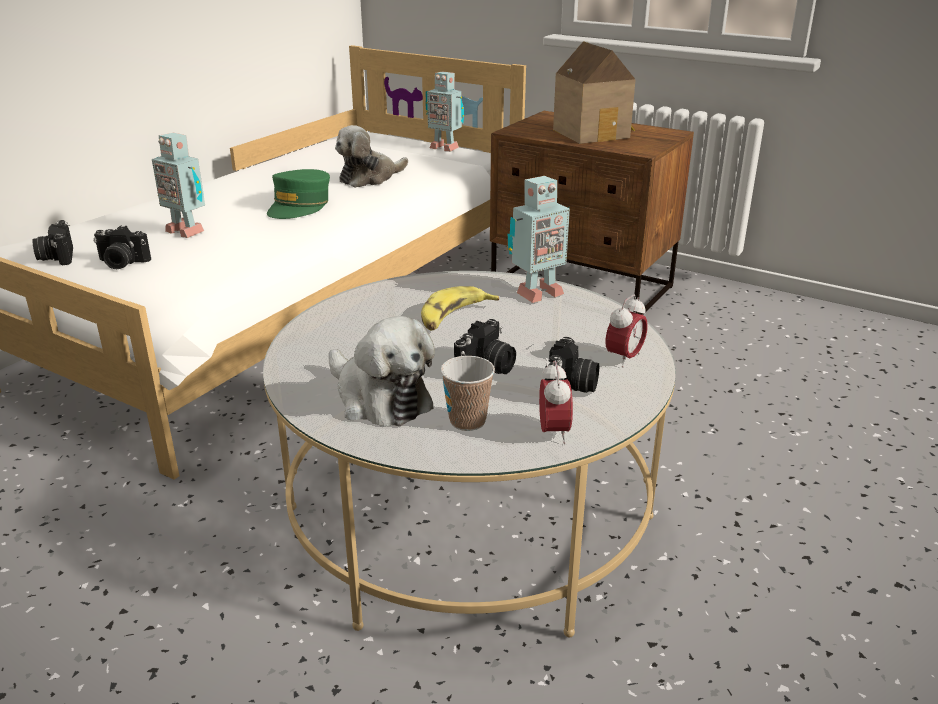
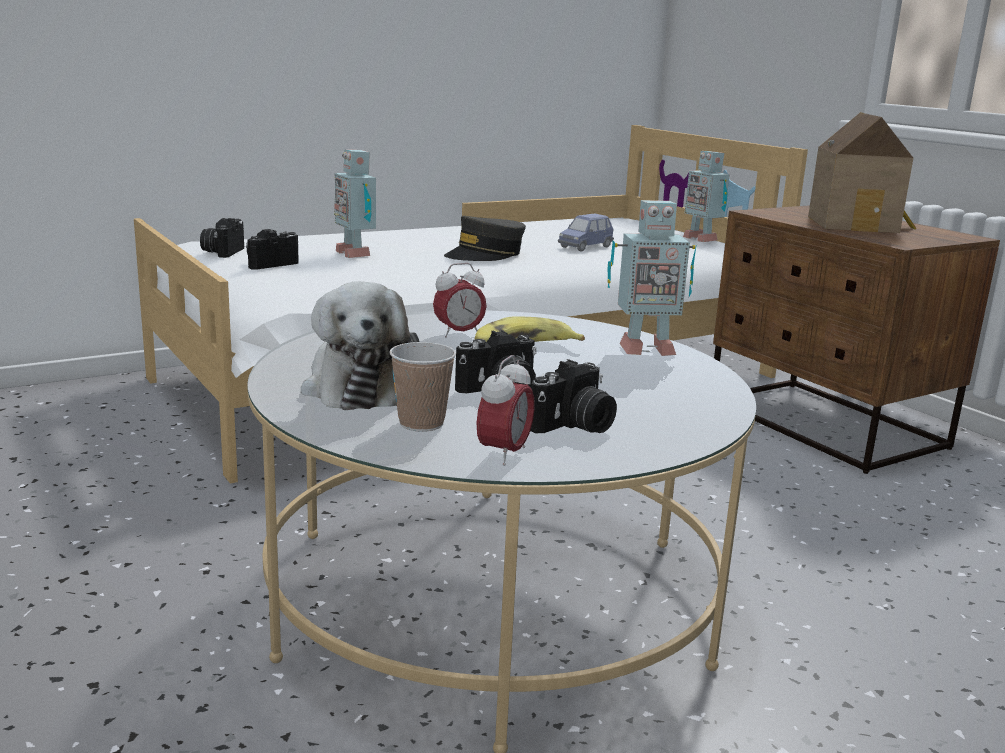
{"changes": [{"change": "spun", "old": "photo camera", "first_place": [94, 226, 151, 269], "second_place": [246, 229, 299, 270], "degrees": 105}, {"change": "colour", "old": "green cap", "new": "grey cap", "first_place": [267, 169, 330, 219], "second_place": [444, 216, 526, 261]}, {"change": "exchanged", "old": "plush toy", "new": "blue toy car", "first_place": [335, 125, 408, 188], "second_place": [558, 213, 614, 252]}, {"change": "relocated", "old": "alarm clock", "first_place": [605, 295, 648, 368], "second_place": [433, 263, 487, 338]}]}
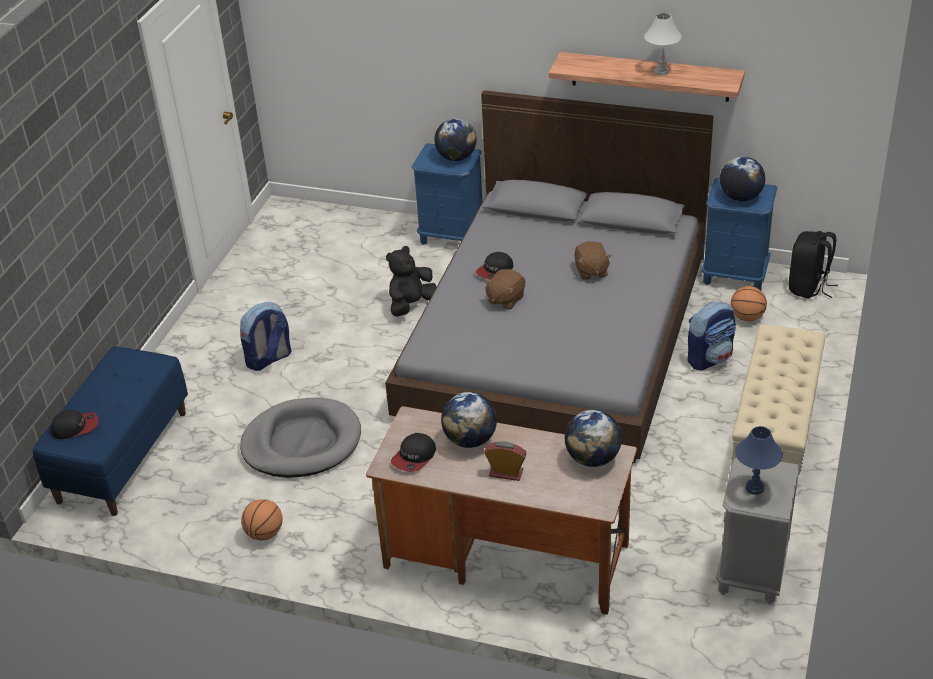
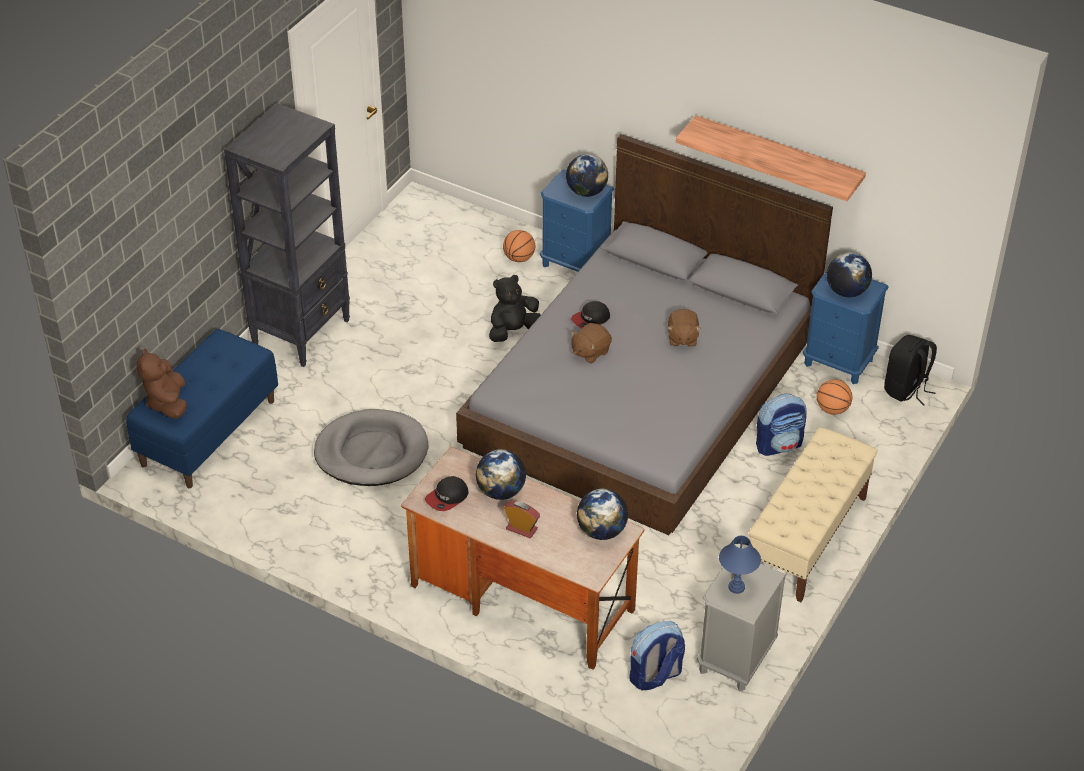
{"changes": [{"change": "exchanged", "old": "cap", "new": "brown plush toy", "first_place": [51, 410, 98, 439], "second_place": [137, 348, 187, 419]}, {"change": "relocated", "old": "backpack", "first_place": [240, 302, 291, 371], "second_place": [629, 621, 685, 691]}, {"change": "relocated", "old": "basketball", "first_place": [241, 499, 283, 540], "second_place": [503, 230, 535, 262]}, {"change": "missing", "old": "white table lamp", "first_place": [644, 13, 682, 76]}, {"change": "appeared", "new": "black bookcase", "second_place": [224, 103, 350, 367]}]}
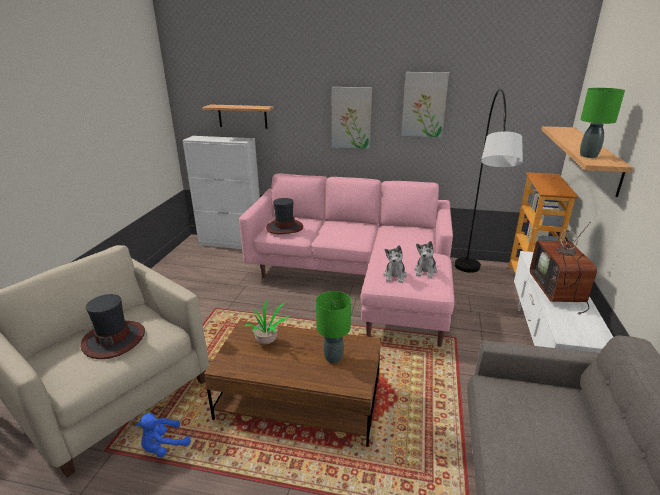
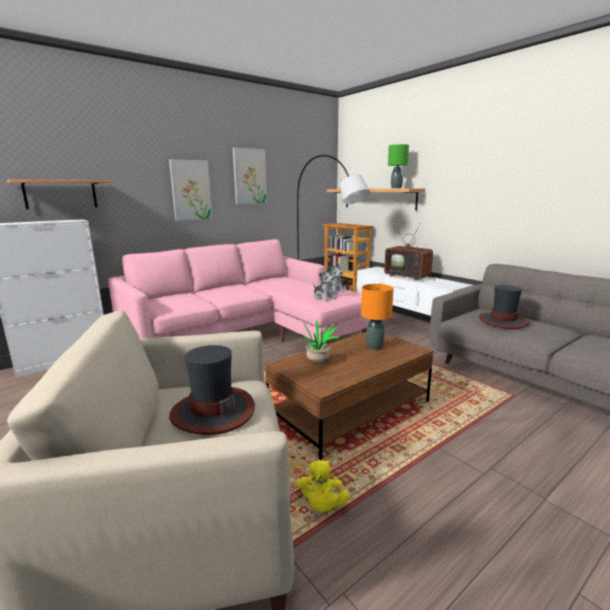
{"changes": [{"change": "colour", "old": "blue plush toy", "new": "yellow plush toy", "first_place": [136, 413, 191, 457], "second_place": [296, 460, 350, 512]}, {"change": "relocated", "old": "hat", "first_place": [266, 198, 303, 234], "second_place": [479, 285, 530, 329]}, {"change": "colour", "old": "green table lamp", "new": "orange table lamp", "first_place": [316, 291, 351, 363], "second_place": [361, 284, 394, 350]}]}
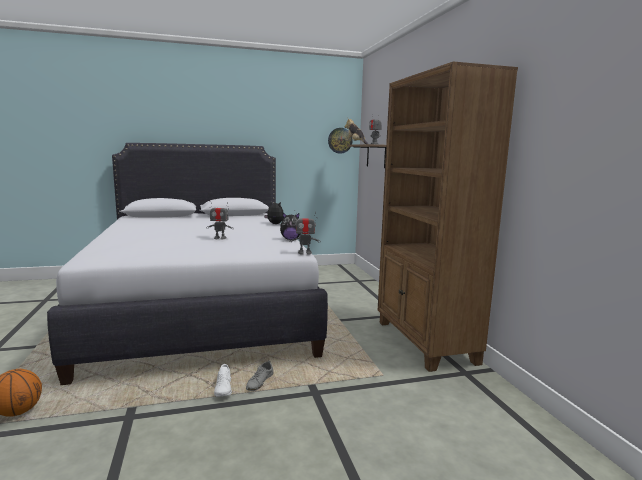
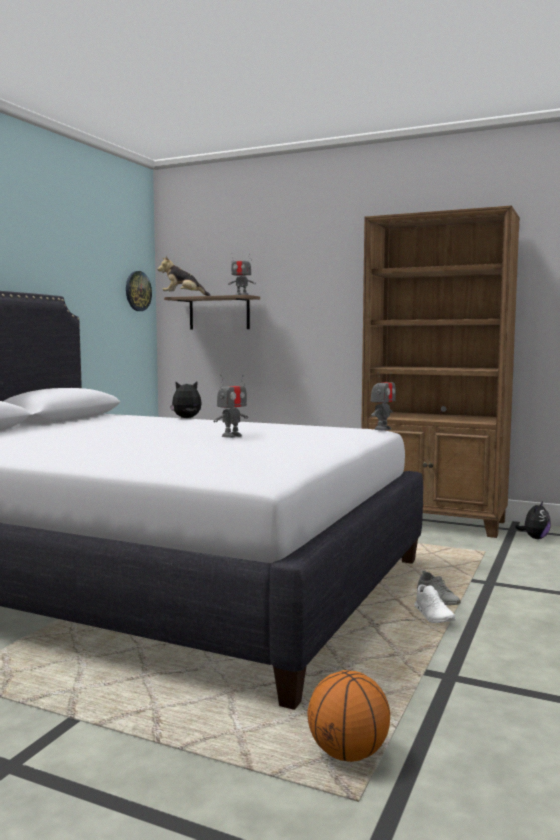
{"changes": [{"change": "spun", "old": "white shoe", "first_place": [214, 364, 232, 397], "second_place": [414, 584, 456, 623], "degrees": 45}, {"change": "relocated", "old": "plush toy", "first_place": [280, 213, 300, 240], "second_place": [515, 502, 551, 539]}]}
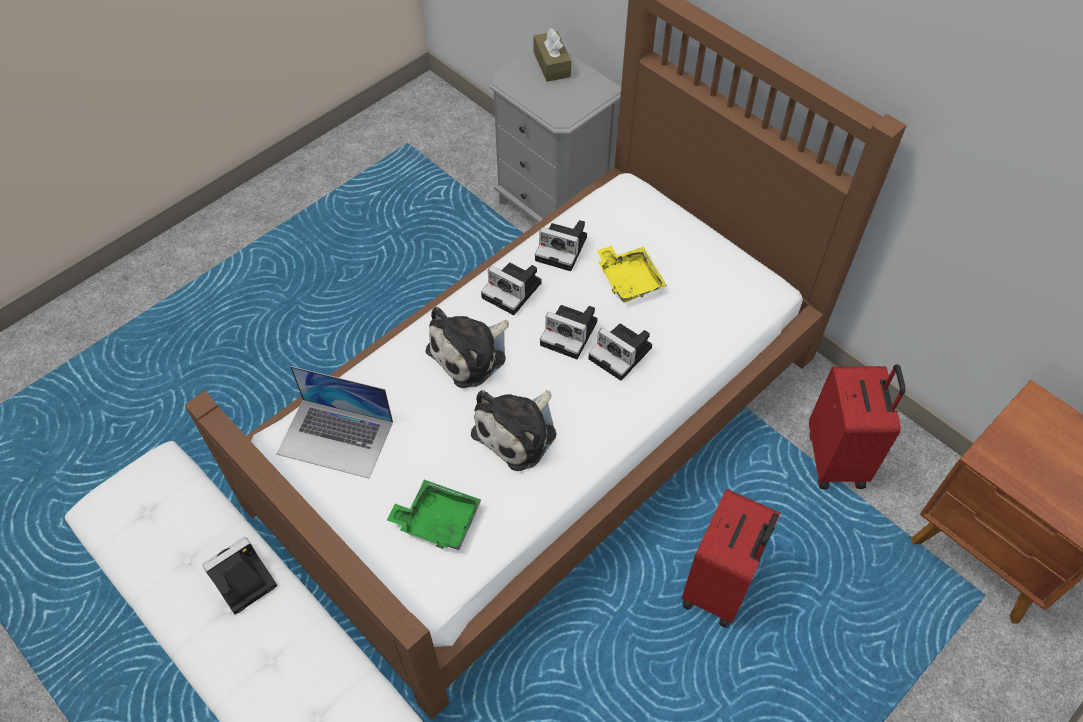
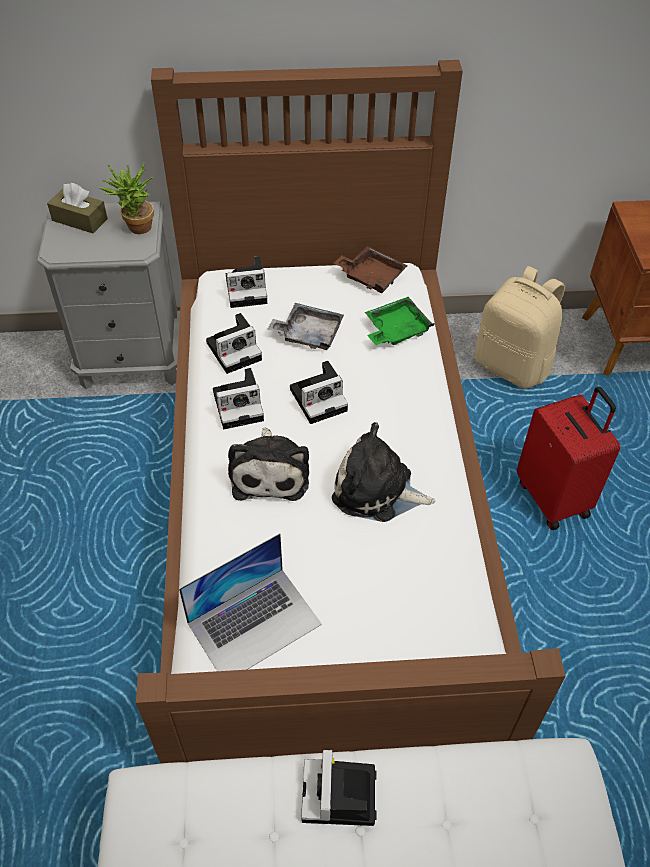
{"changes": [{"change": "relocated", "old": "green tray", "first_place": [387, 480, 481, 550], "second_place": [365, 297, 434, 345]}, {"change": "spun", "old": "plush toy", "first_place": [471, 390, 556, 471], "second_place": [332, 422, 435, 522], "degrees": 120}, {"change": "relocated", "old": "photo camera", "first_place": [588, 324, 652, 381], "second_place": [226, 256, 267, 308]}, {"change": "colour", "old": "yellow tray", "new": "grey tray", "first_place": [597, 246, 667, 303], "second_place": [267, 303, 344, 350]}, {"change": "exchanged", "old": "red suitcase", "new": "beige backpack", "first_place": [809, 364, 906, 489], "second_place": [475, 266, 565, 389]}, {"change": "appeared", "new": "potted plant", "second_place": [99, 162, 154, 234]}, {"change": "appeared", "new": "brown tray", "second_place": [334, 246, 408, 293]}]}
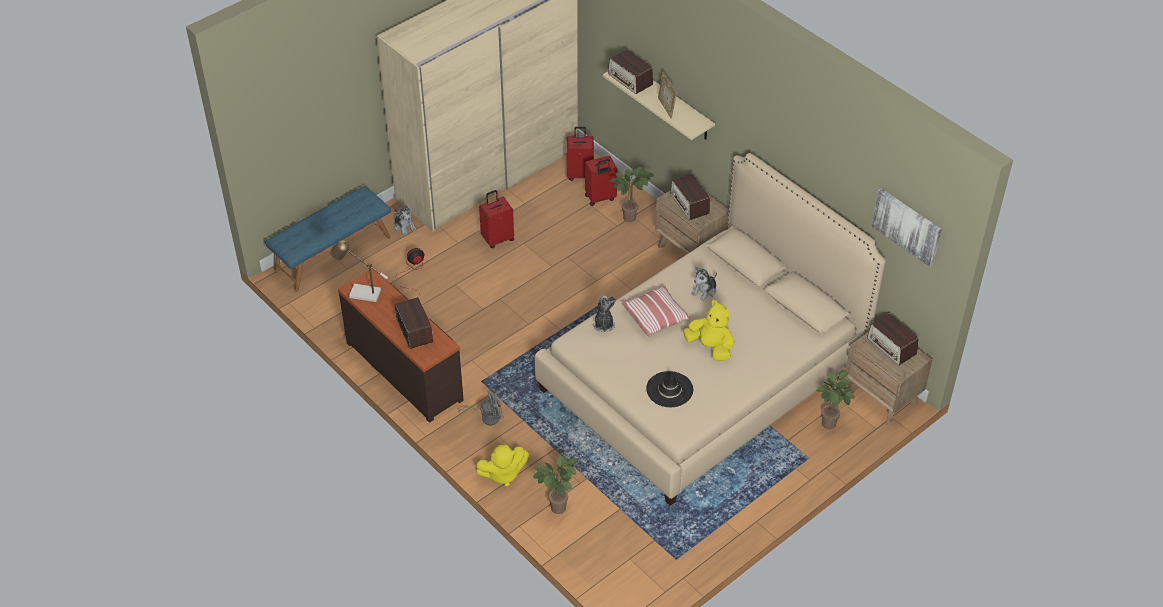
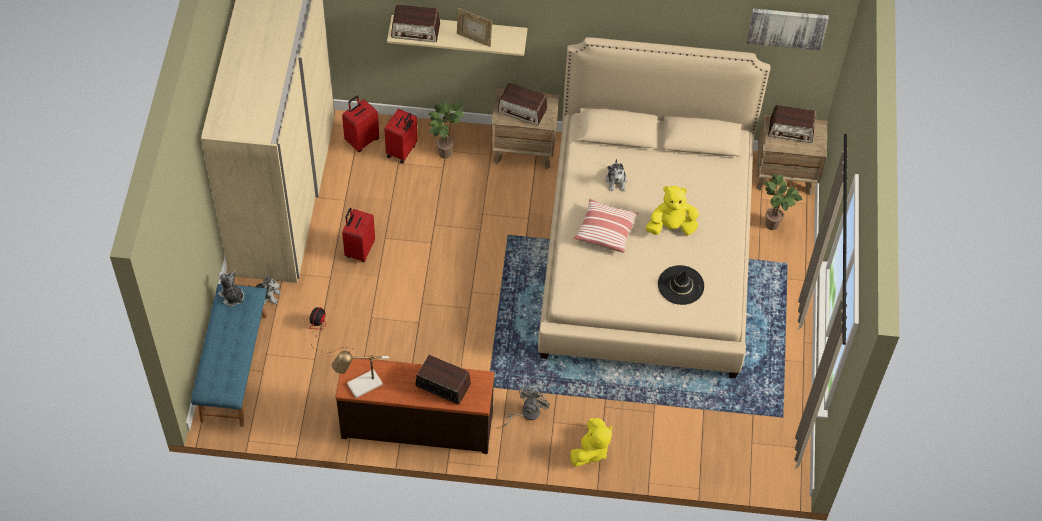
{"changes": [{"change": "missing", "old": "potted plant", "first_place": [533, 455, 579, 514]}, {"change": "relocated", "old": "plush toy", "first_place": [593, 295, 615, 332], "second_place": [218, 271, 244, 306]}]}
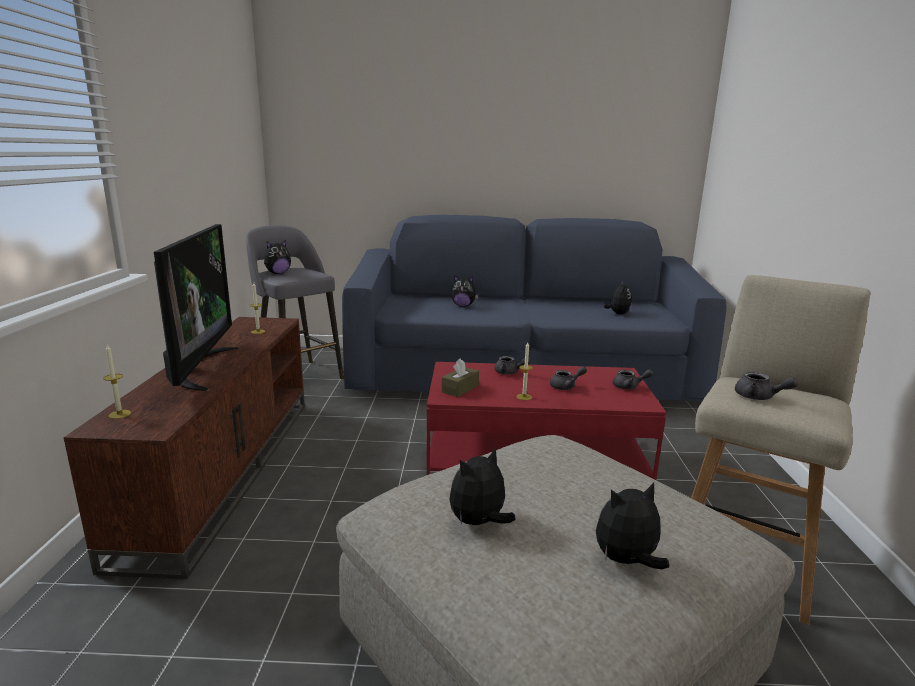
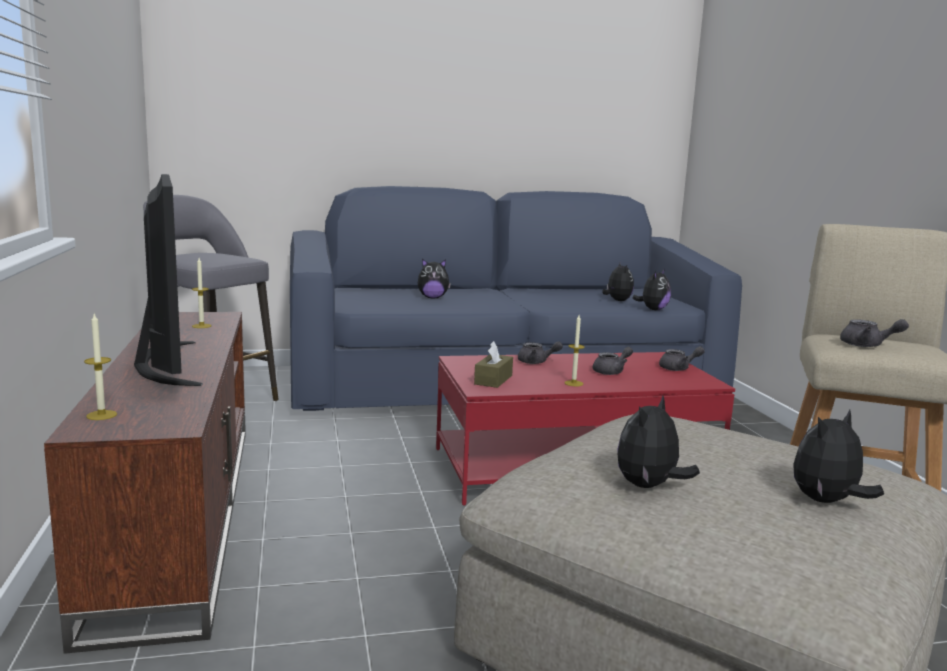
{"changes": [{"change": "relocated", "old": "plush toy", "first_place": [264, 240, 291, 274], "second_place": [633, 269, 671, 310]}]}
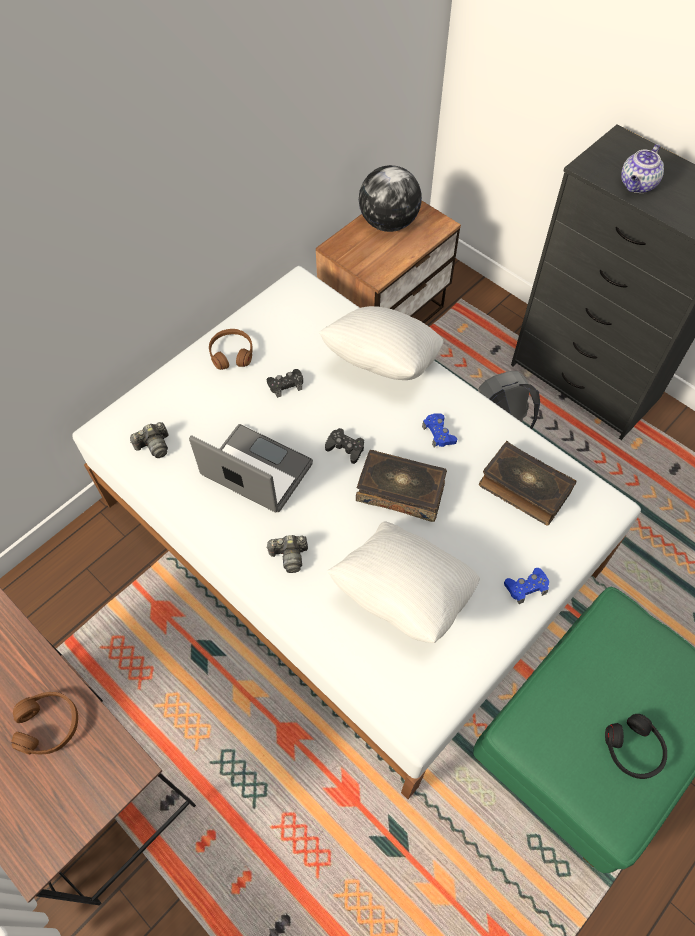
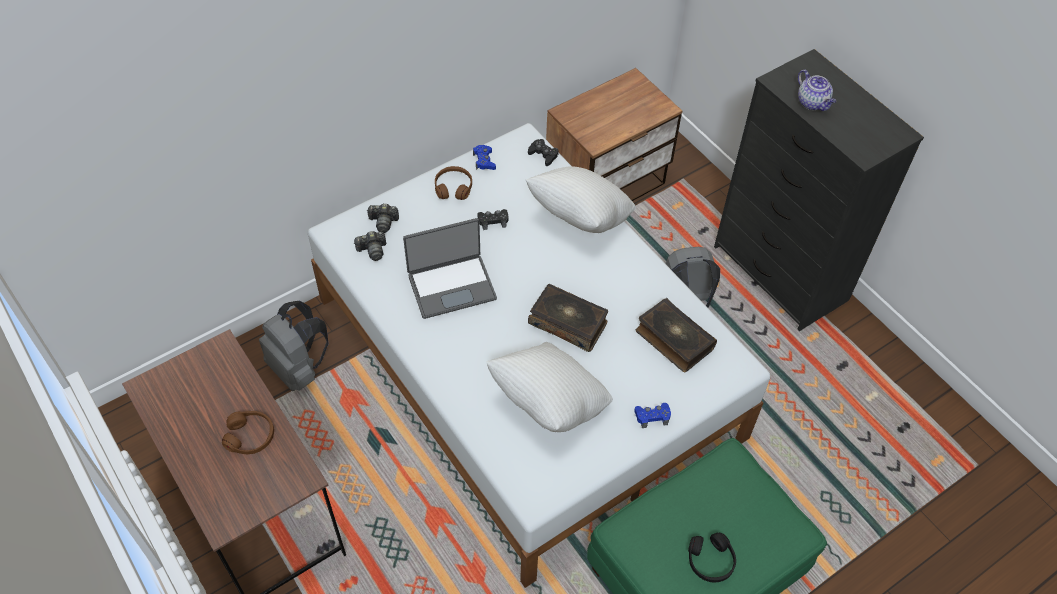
{"changes": [{"change": "spun", "old": "laptop", "first_place": [189, 424, 313, 513], "second_place": [403, 218, 497, 319], "degrees": 120}, {"change": "relocated", "old": "photo camera", "first_place": [266, 535, 308, 573], "second_place": [367, 204, 399, 233]}, {"change": "relocated", "old": "black game controller", "first_place": [325, 428, 364, 464], "second_place": [528, 139, 559, 166]}, {"change": "missing", "old": "globe", "first_place": [359, 165, 422, 232]}, {"change": "relocated", "old": "blue game controller", "first_place": [422, 413, 457, 448], "second_place": [473, 145, 496, 170]}, {"change": "spun", "old": "teapot", "first_place": [621, 144, 664, 193], "second_place": [798, 70, 836, 111], "degrees": -75}, {"change": "appeared", "new": "grey backpack", "second_place": [259, 301, 328, 391]}]}
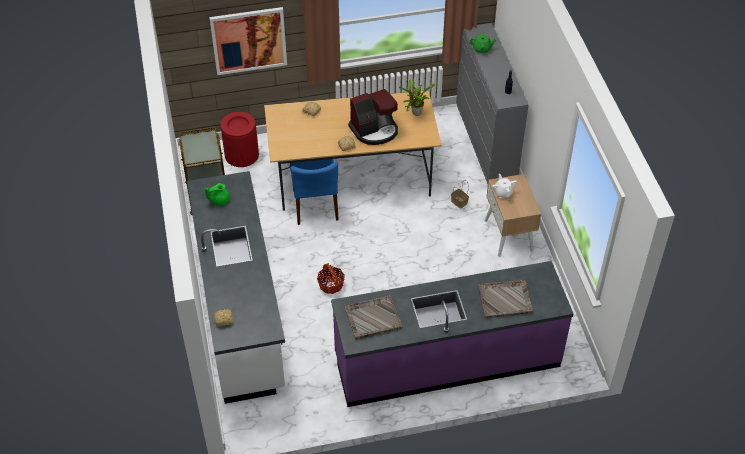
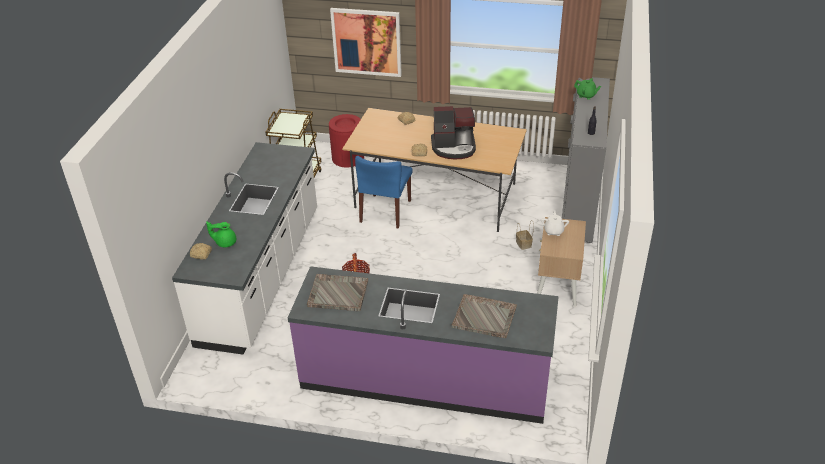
{"changes": [{"change": "relocated", "old": "green teapot", "first_place": [205, 183, 230, 206], "second_place": [206, 221, 236, 247]}, {"change": "missing", "old": "potted plant", "first_place": [399, 79, 435, 116]}]}
